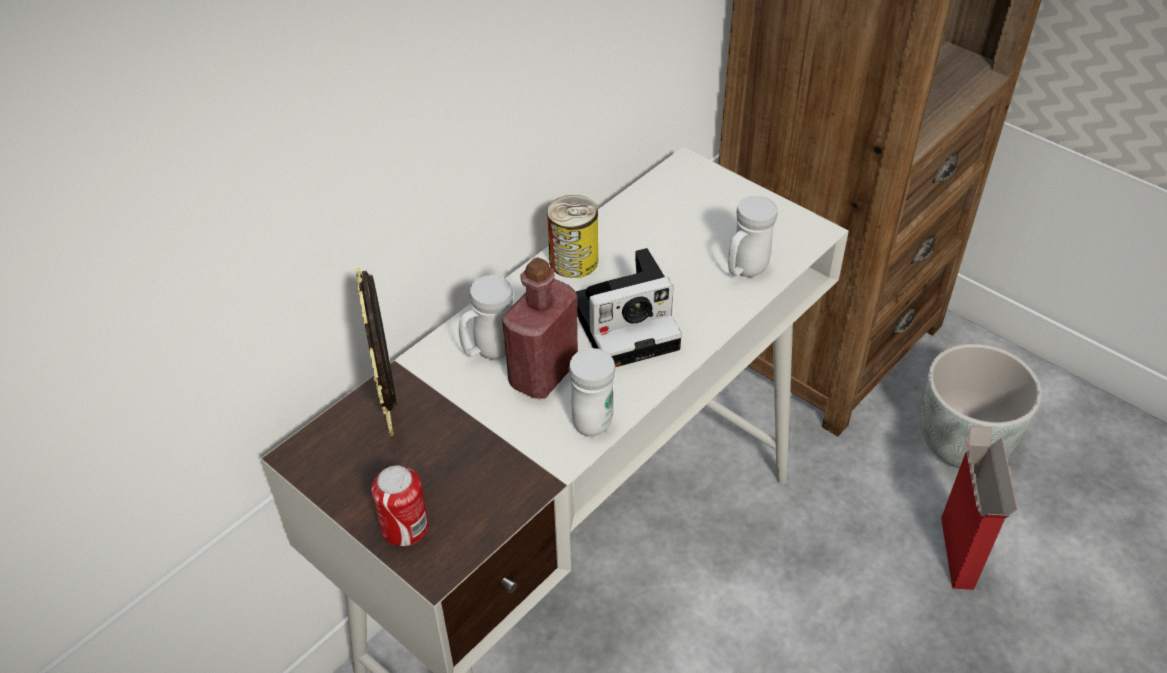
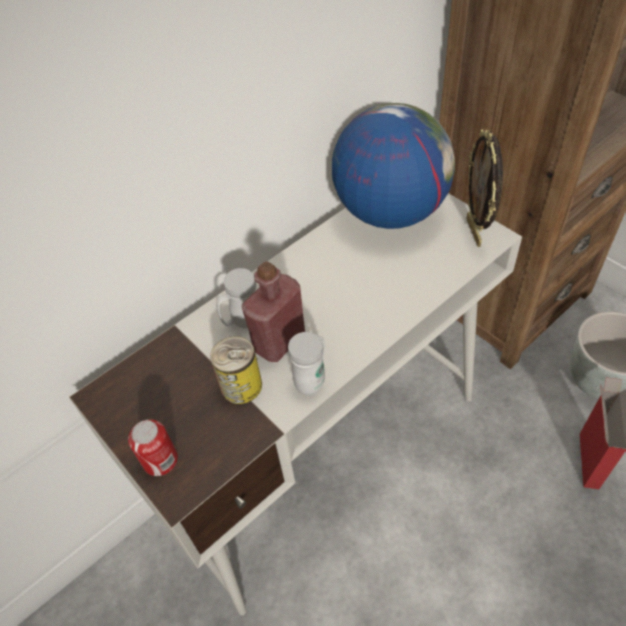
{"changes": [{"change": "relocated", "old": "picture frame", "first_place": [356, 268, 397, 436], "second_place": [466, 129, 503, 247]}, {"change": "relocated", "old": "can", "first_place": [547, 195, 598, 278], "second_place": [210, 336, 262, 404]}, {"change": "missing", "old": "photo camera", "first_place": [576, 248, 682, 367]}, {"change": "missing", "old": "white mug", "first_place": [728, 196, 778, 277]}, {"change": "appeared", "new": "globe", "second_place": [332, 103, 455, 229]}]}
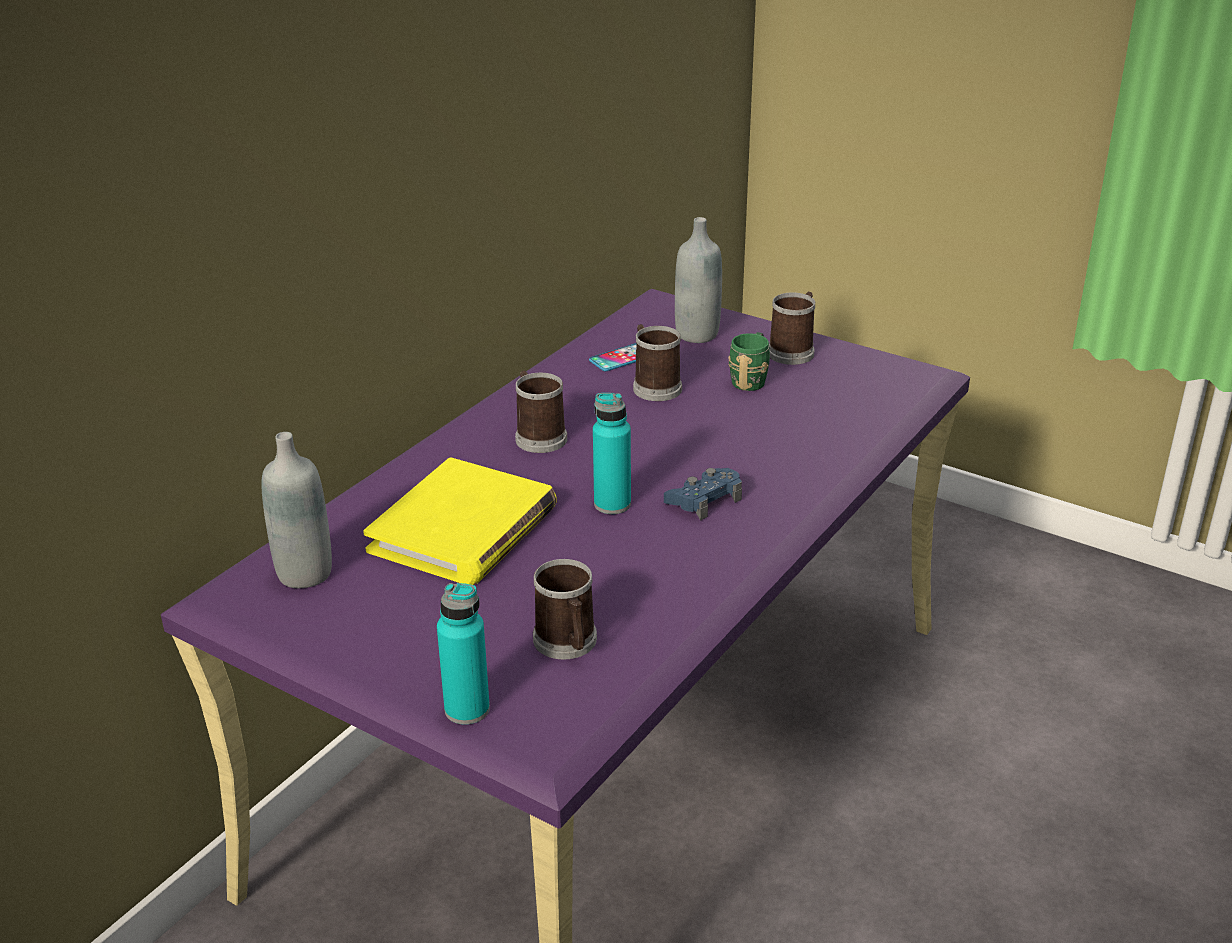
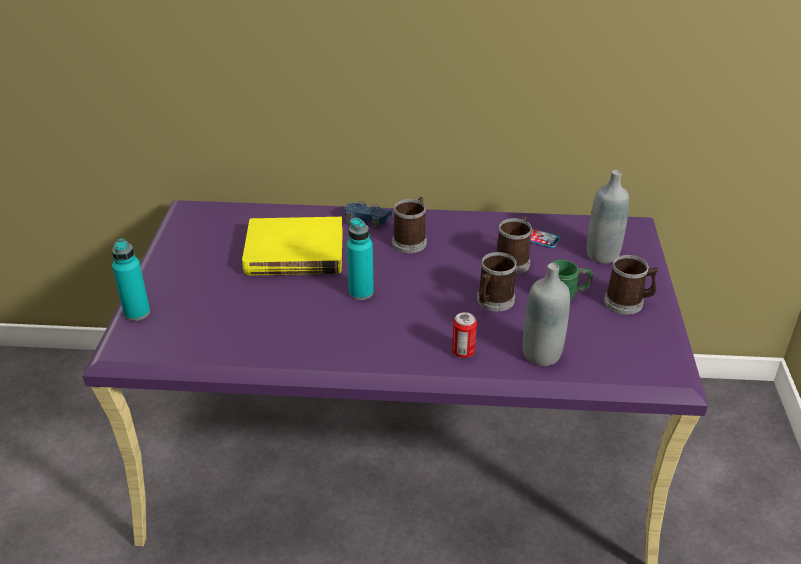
{"changes": [{"change": "relocated", "old": "grey bottle", "first_place": [261, 432, 332, 588], "second_place": [523, 263, 570, 366]}, {"change": "relocated", "old": "mug", "first_place": [533, 559, 597, 660], "second_place": [477, 252, 517, 311]}, {"change": "relocated", "old": "blue game controller", "first_place": [664, 468, 742, 520], "second_place": [345, 201, 392, 230]}, {"change": "appeared", "new": "can", "second_place": [452, 312, 477, 358]}]}
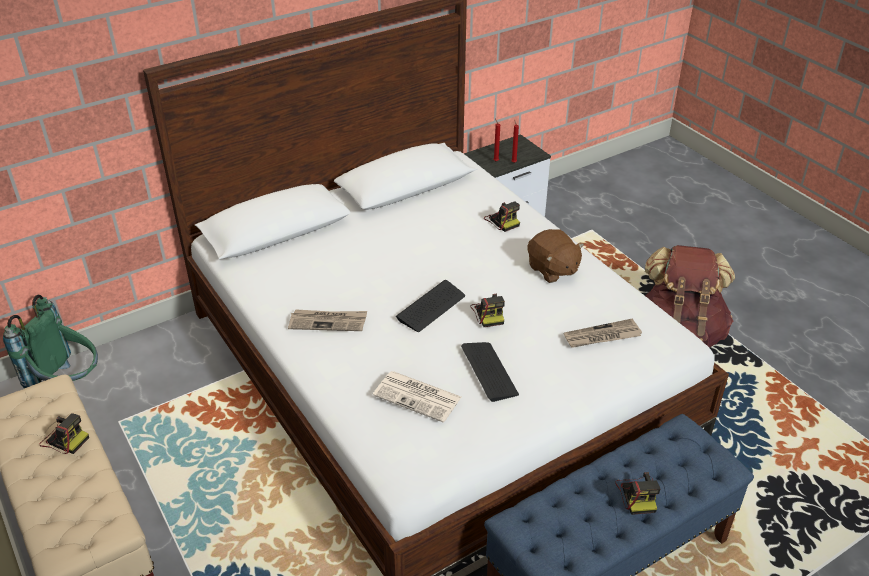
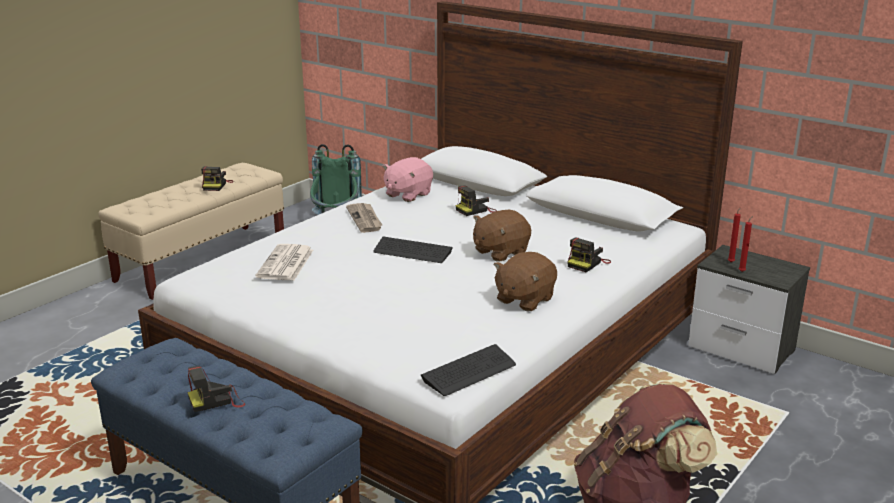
{"changes": [{"change": "relocated", "old": "keyboard", "first_place": [461, 342, 519, 402], "second_place": [421, 344, 516, 396]}, {"change": "relocated", "old": "photo camera", "first_place": [470, 294, 505, 327], "second_place": [456, 185, 497, 216]}, {"change": "missing", "old": "newspaper", "first_place": [564, 318, 642, 348]}, {"change": "appeared", "new": "pink plush toy", "second_place": [383, 157, 433, 202]}, {"change": "appeared", "new": "brown plush toy", "second_place": [473, 210, 531, 262]}]}
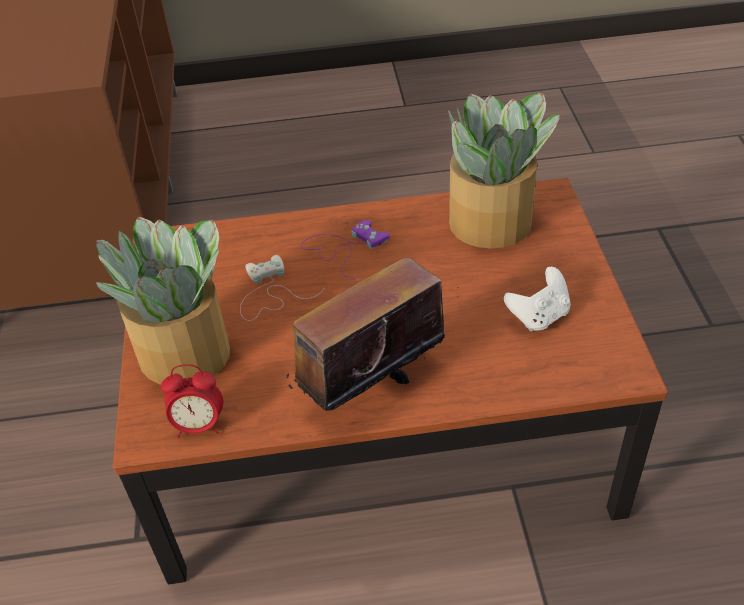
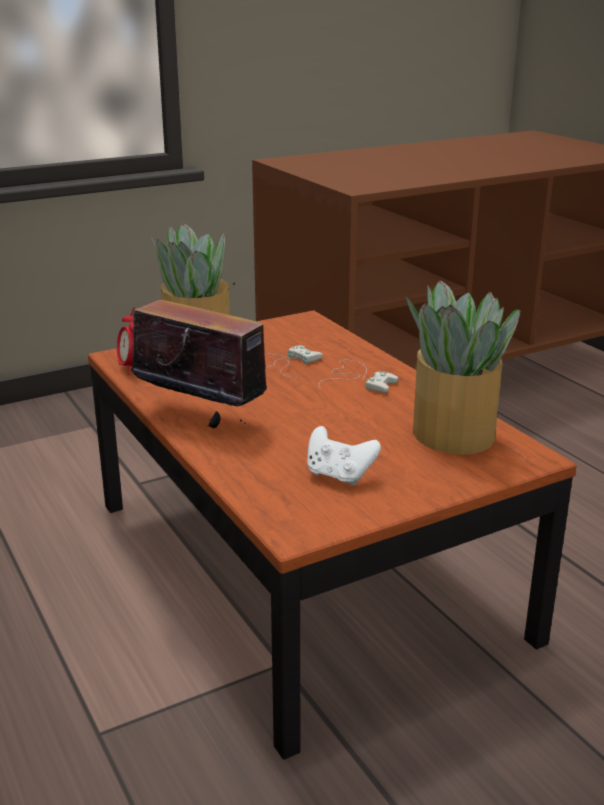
{"changes": [{"change": "colour", "old": "purple game controller", "new": "white game controller", "first_place": [301, 220, 390, 280], "second_place": [318, 360, 398, 393]}]}
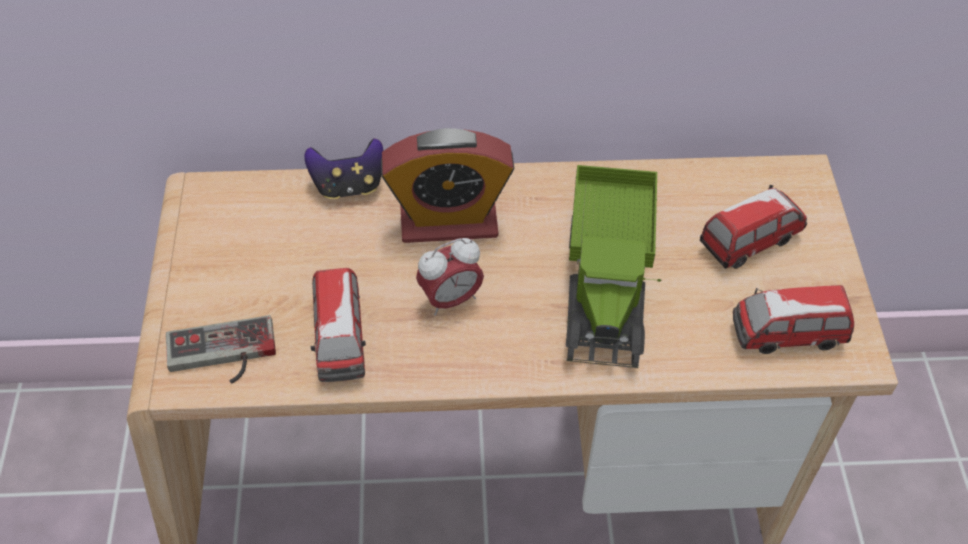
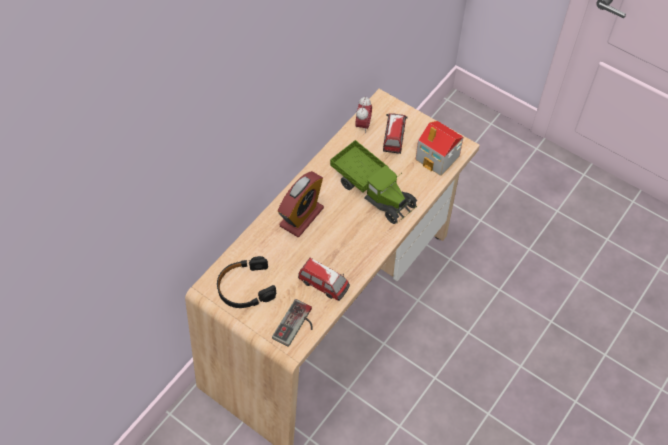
{"changes": [{"change": "missing", "old": "game controller", "first_place": [304, 138, 384, 199]}, {"change": "relocated", "old": "alarm clock", "first_place": [416, 238, 484, 316], "second_place": [355, 96, 372, 133]}, {"change": "exchanged", "old": "toy car", "new": "toy house", "first_place": [733, 285, 854, 354], "second_place": [416, 121, 463, 176]}, {"change": "appeared", "new": "black headphones", "second_place": [217, 256, 276, 308]}]}
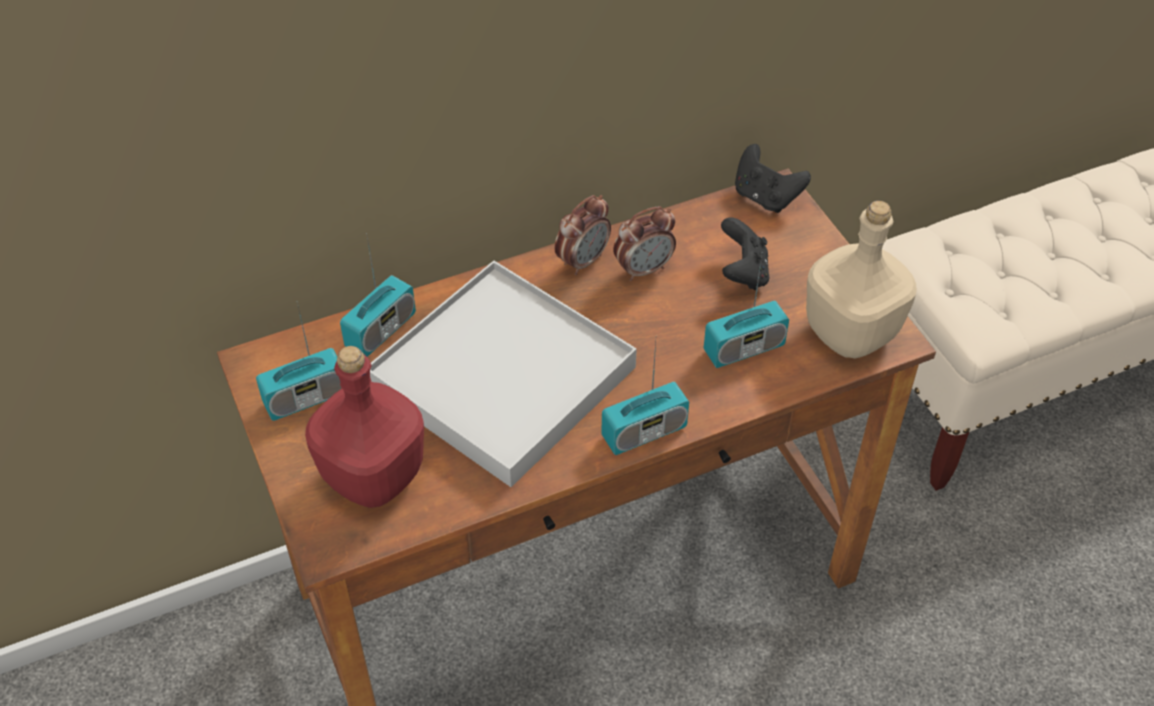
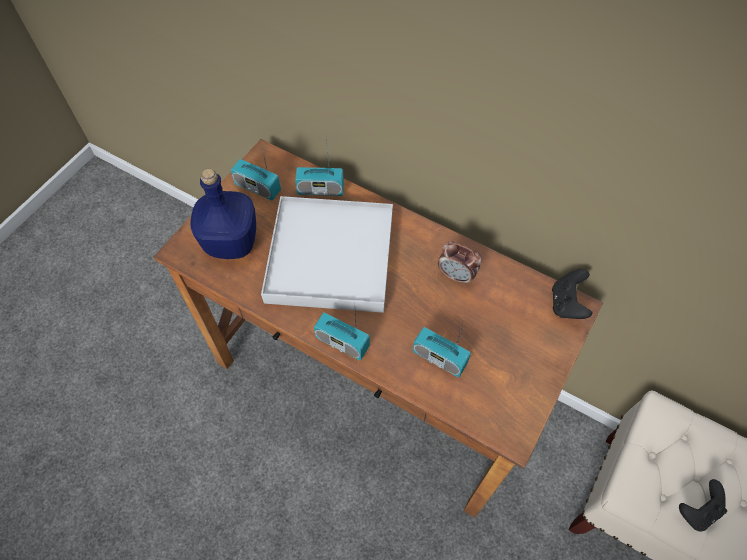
{"changes": [{"change": "colour", "old": "red bottle", "new": "blue bottle", "first_place": [305, 346, 424, 508], "second_place": [190, 168, 256, 259]}, {"change": "missing", "old": "alarm clock", "first_place": [554, 195, 611, 275]}, {"change": "relocated", "old": "black game controller", "first_place": [721, 218, 769, 290], "second_place": [679, 479, 727, 532]}, {"change": "missing", "old": "beige bottle", "first_place": [806, 201, 917, 359]}]}
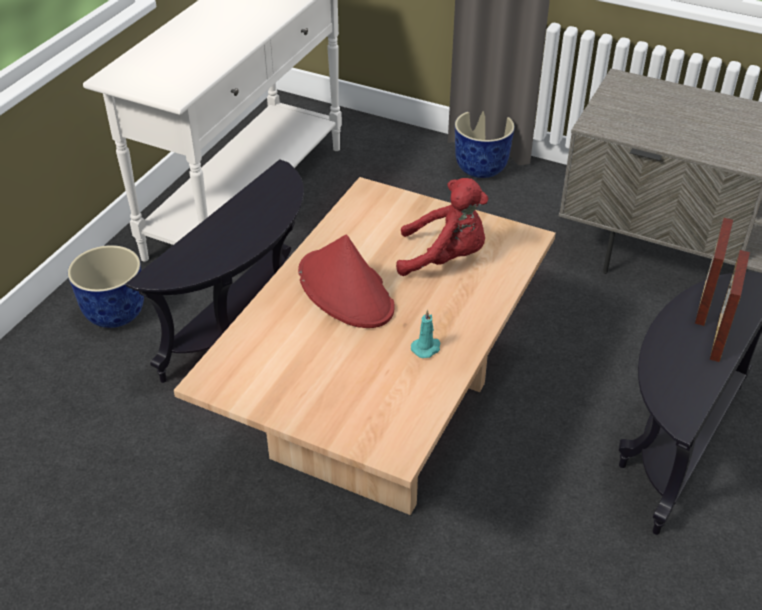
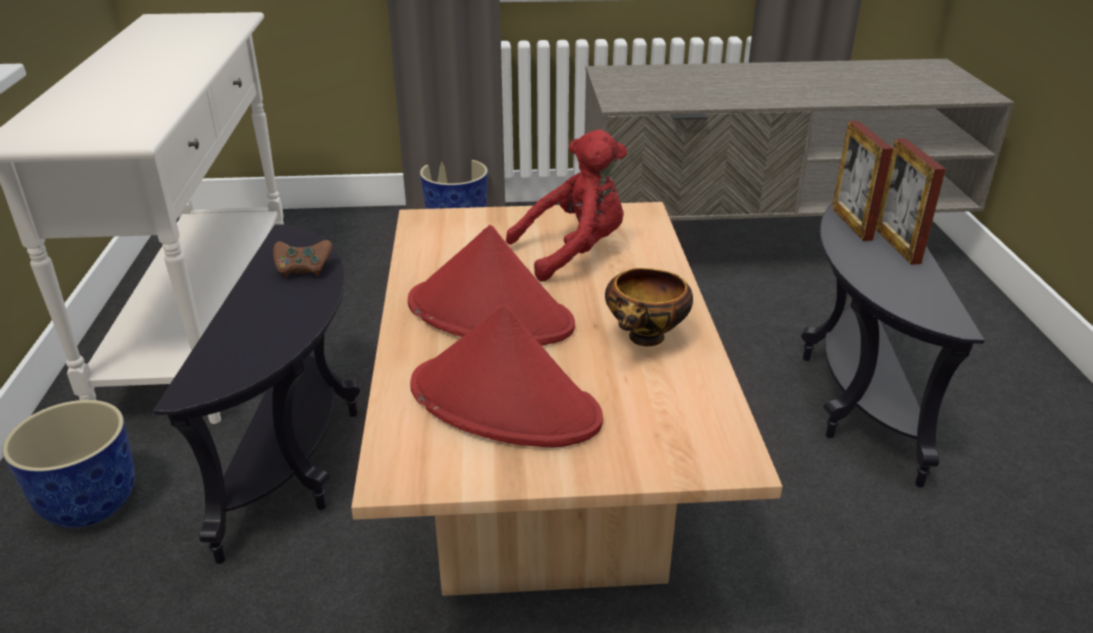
{"changes": [{"change": "exchanged", "old": "turquoise candle", "new": "bowl", "first_place": [411, 309, 440, 358], "second_place": [605, 268, 693, 346]}, {"change": "appeared", "new": "brown game controller", "second_place": [273, 240, 332, 277]}, {"change": "appeared", "new": "red hat", "second_place": [410, 304, 603, 447]}]}
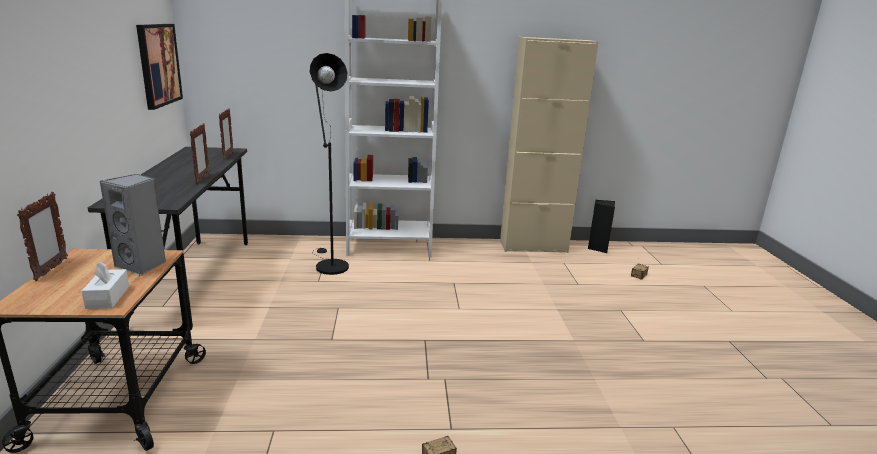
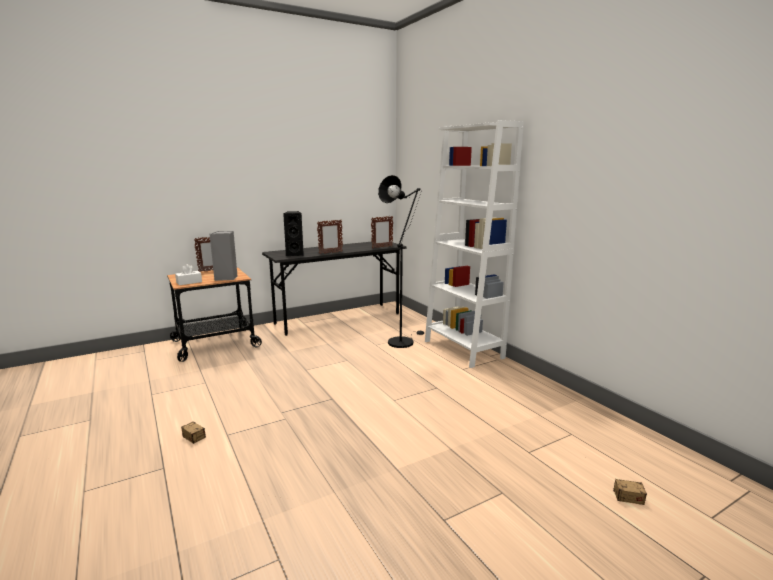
{"changes": [{"change": "missing", "old": "picture", "first_place": [136, 24, 183, 110]}, {"change": "missing", "old": "beige cabinet", "first_place": [500, 37, 598, 253]}, {"change": "relocated", "old": "black speaker", "first_place": [588, 200, 615, 253], "second_place": [283, 211, 304, 256]}]}
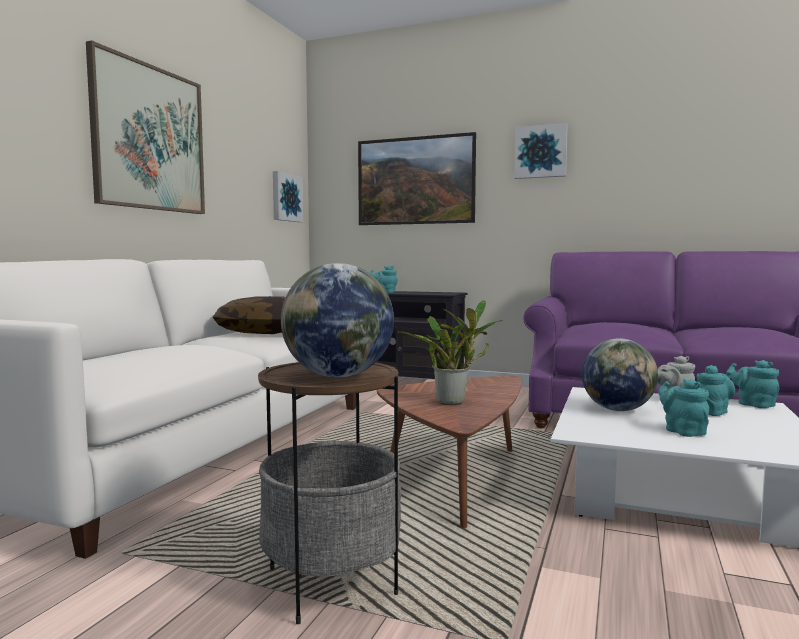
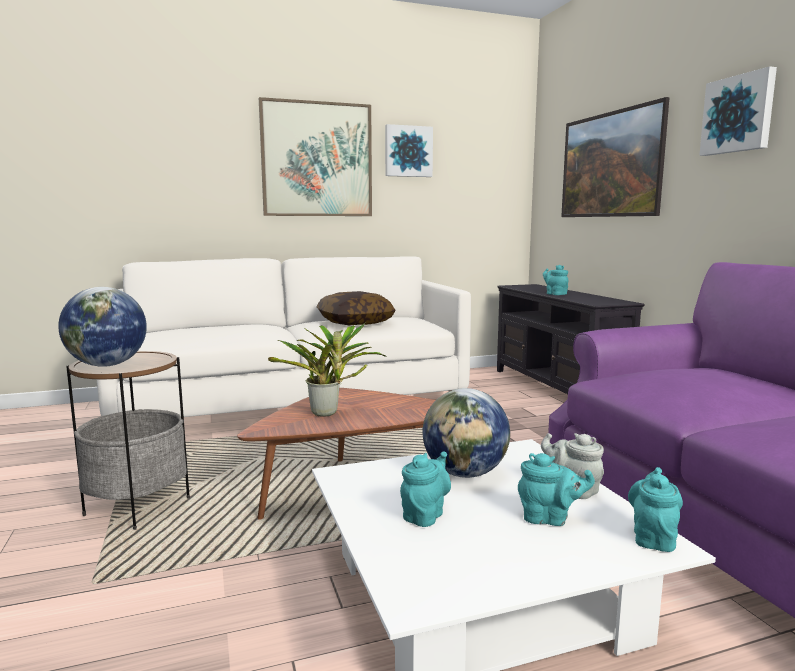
{"changes": [{"change": "relocated", "old": "picture", "first_place": [273, 171, 303, 222], "second_place": [385, 124, 433, 177]}]}
